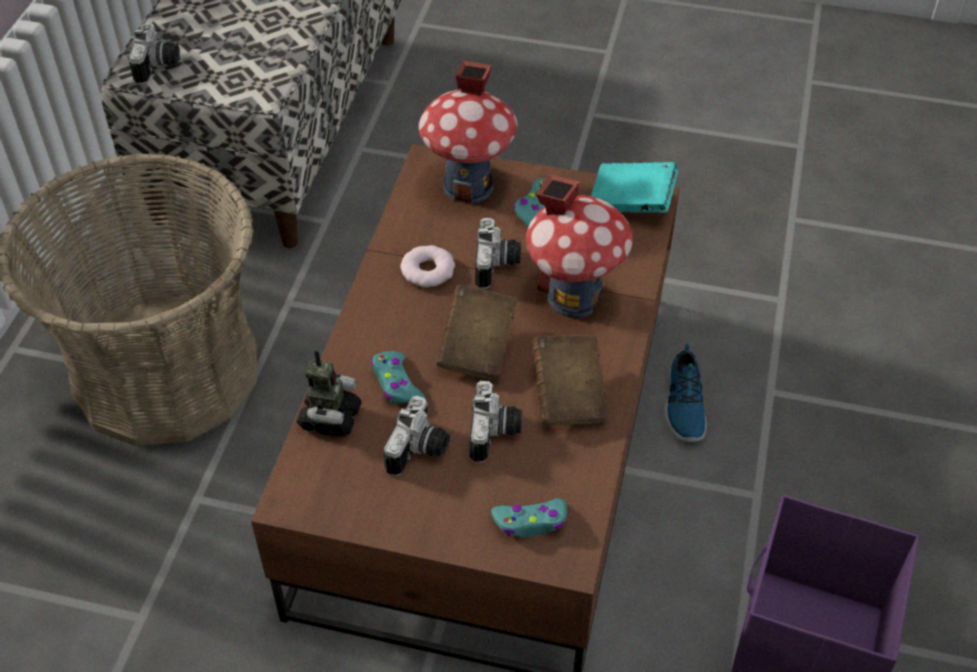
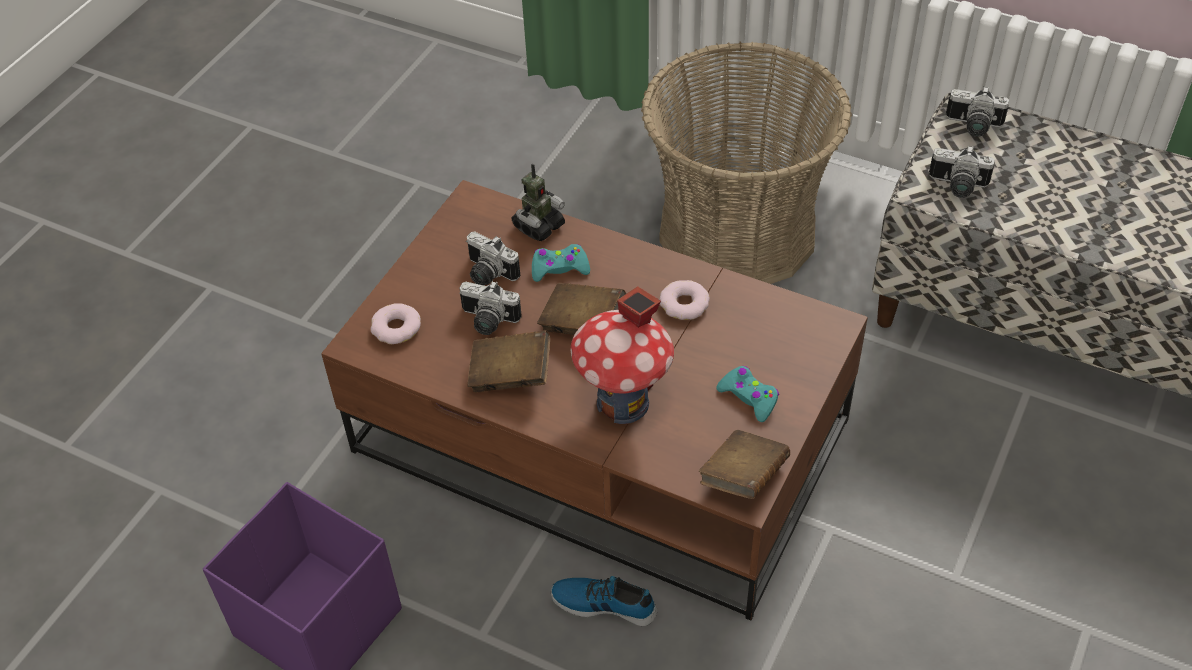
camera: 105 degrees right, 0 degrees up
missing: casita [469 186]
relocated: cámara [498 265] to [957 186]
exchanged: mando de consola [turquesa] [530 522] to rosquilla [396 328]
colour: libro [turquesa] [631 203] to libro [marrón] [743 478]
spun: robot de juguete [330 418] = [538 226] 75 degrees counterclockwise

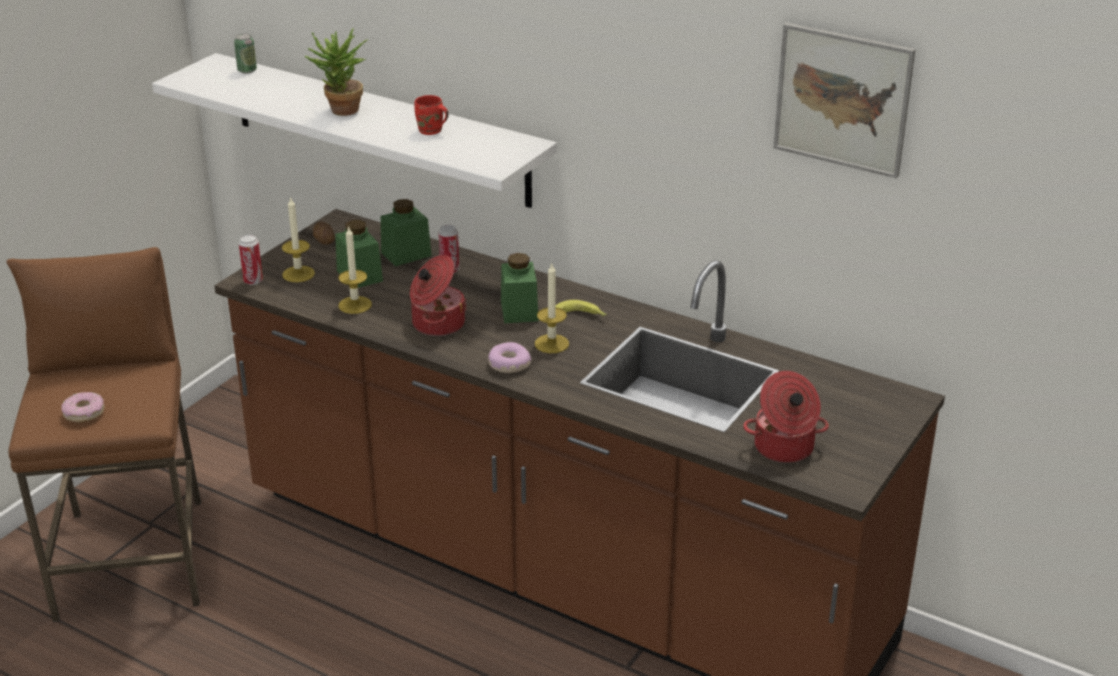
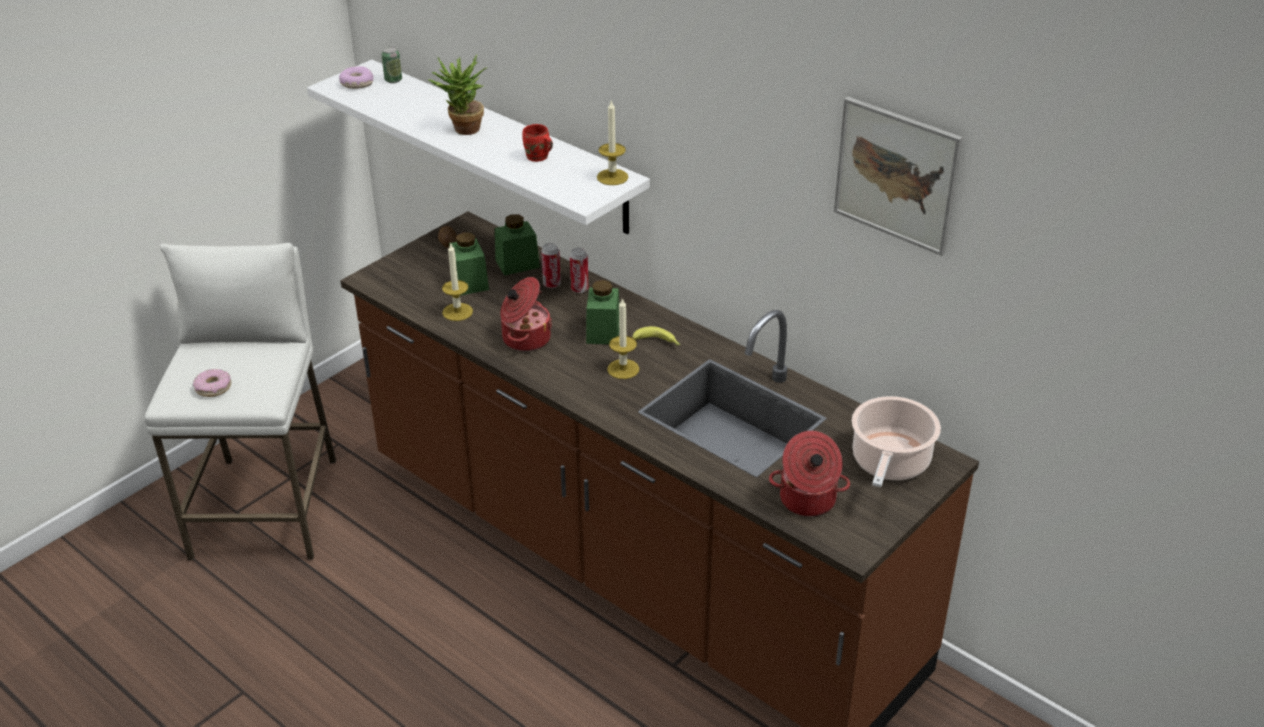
camera: 10 degrees right, 5 degrees up
appeared: olla [889 463]
relocated: lata [253 281] to [579 289]; vela [298 274] to [612 177]; rosquilla [508 364] to [356 83]
colour: taburete [marrón] [132 557] to taburete [blanco] [267 507]

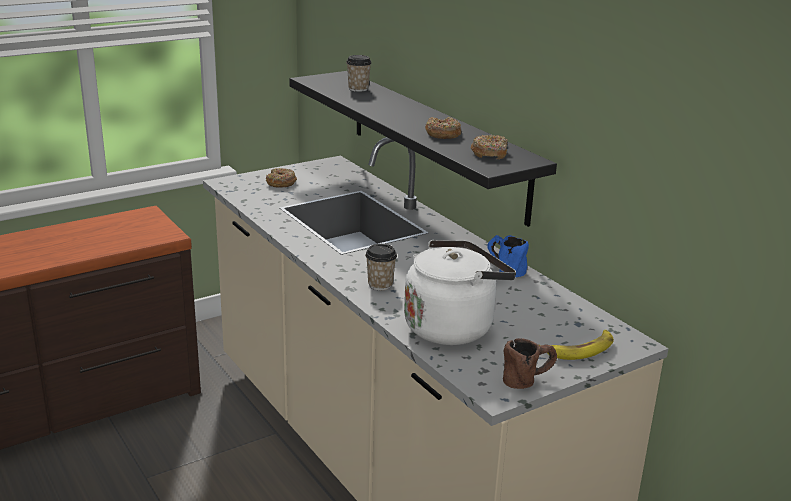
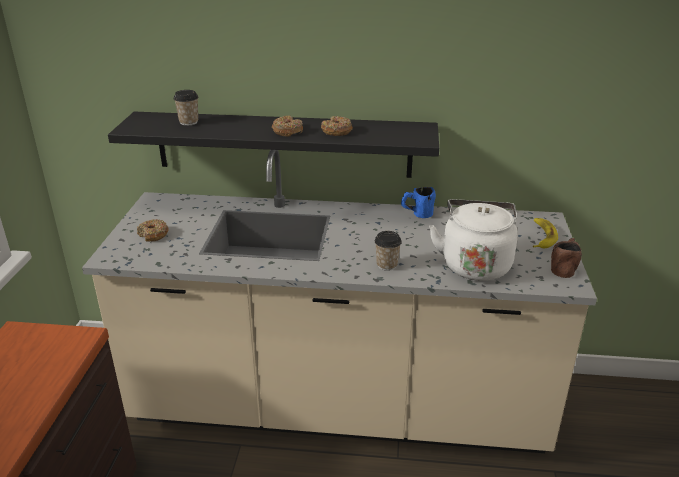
camera: 50 degrees left, 5 degrees up
relocated: rosquilla [489 153] to [287 131]

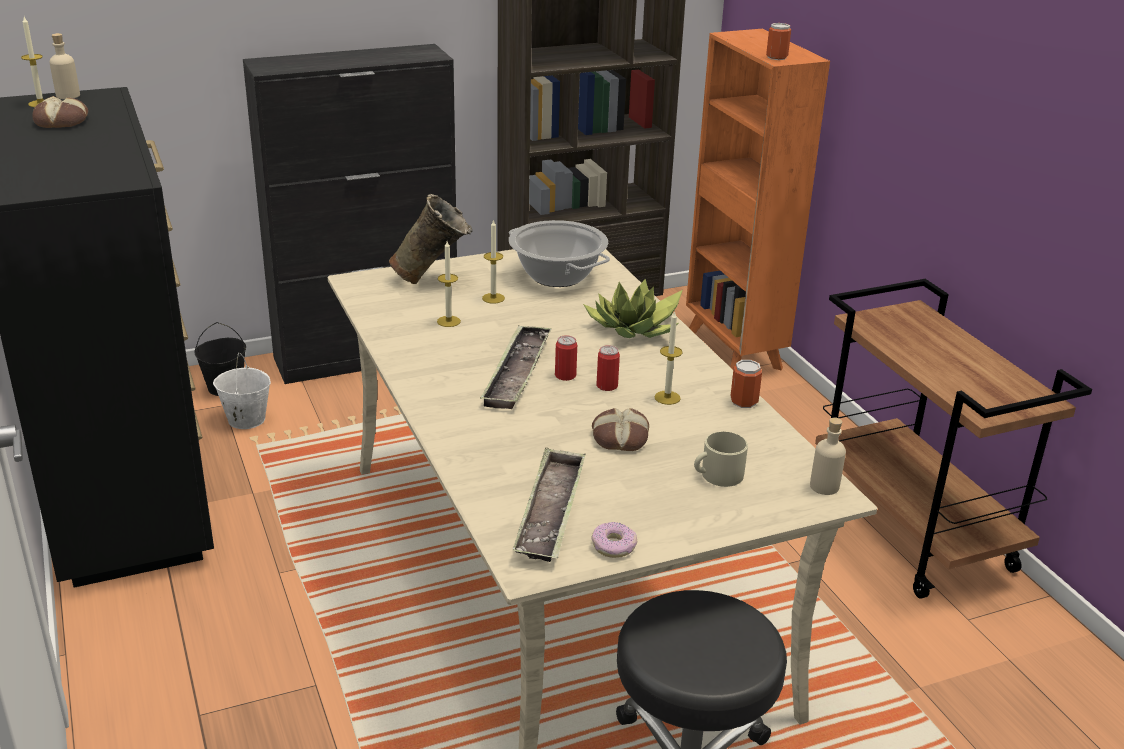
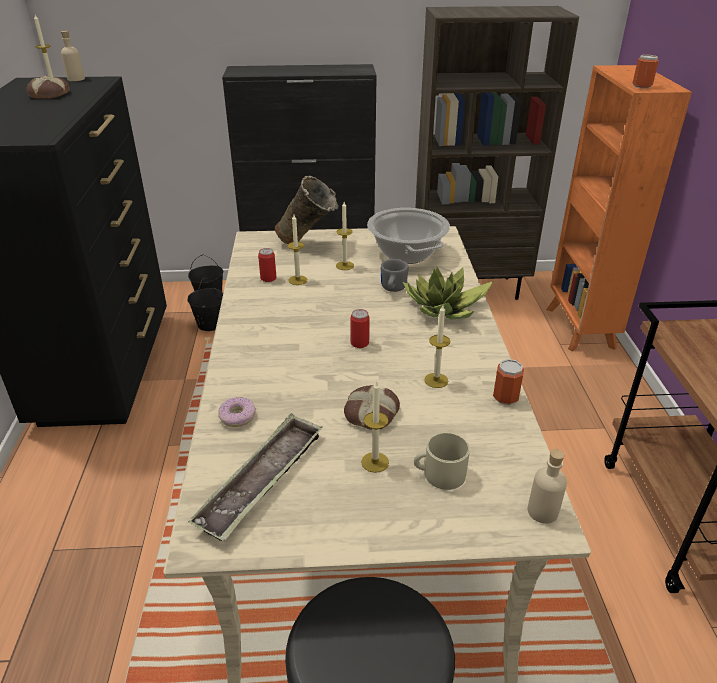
camera: 20 degrees right, 5 degrees up
missing: bandeja [517 373]
appeared: vela [375 462]; taza grande [gris] [392 289]
relocated: rosquilla [614 546] to [238 416]; lata [607 386] to [268 278]
colour: cubo [blanco] [246 420] to cubo [negro] [209 324]

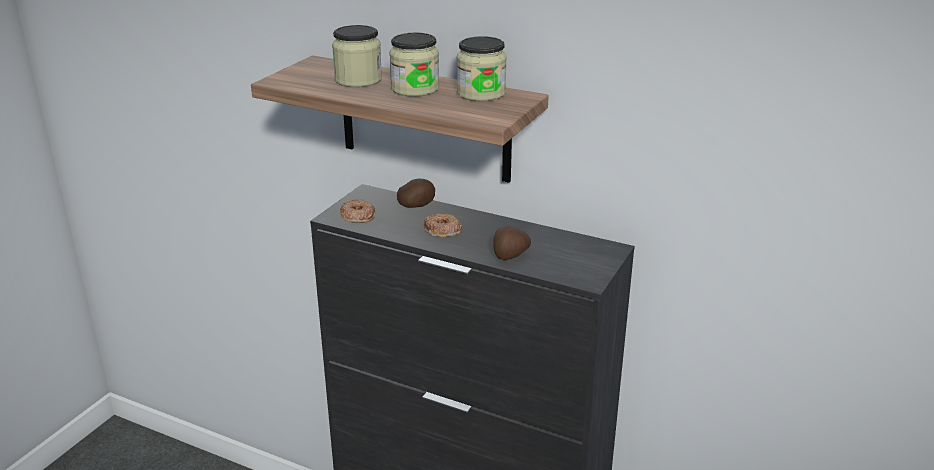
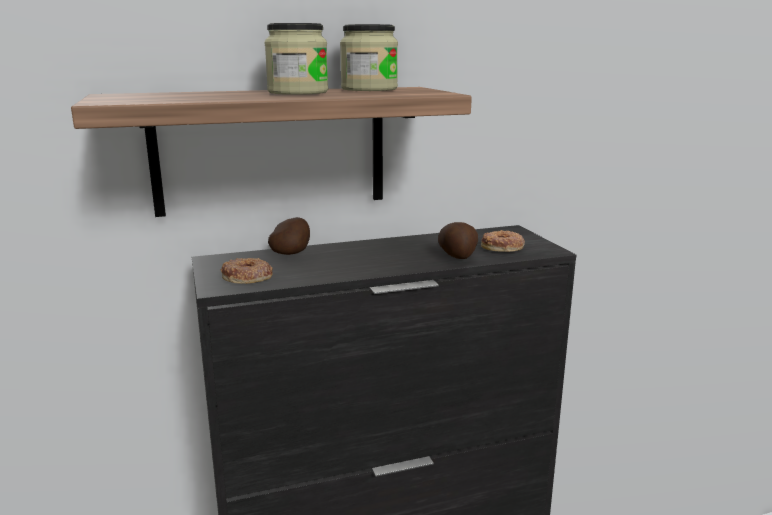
camera: 45 degrees left, 10 degrees down
missing: tarro [358 80]
relocated: rosquilla [442 230] to [503 247]

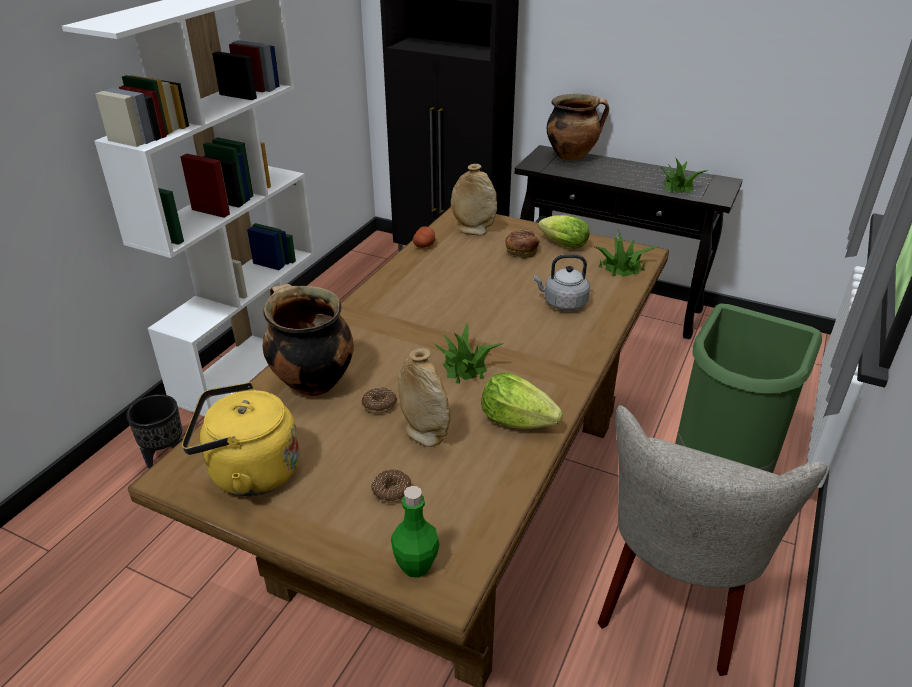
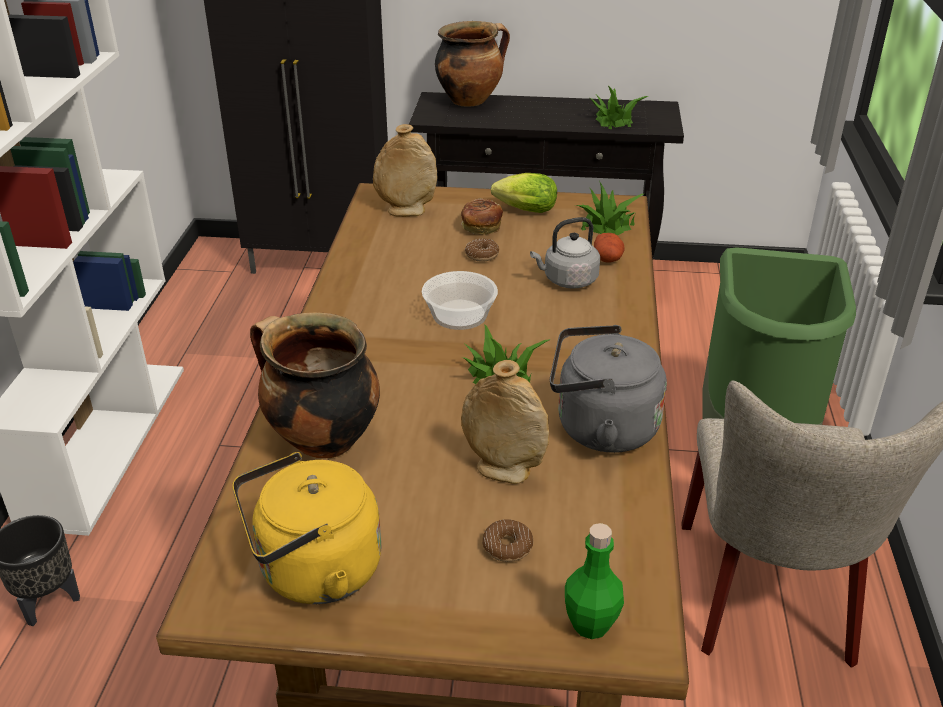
camera: 20 degrees left, 0 degrees up
appeared: cuenco [460 315]
relocated: rosquilla [379 405] to [482 255]; patata [424 245] to [608 259]
exchanged: lechuga [516 420] to hervidor [gris] [600 428]

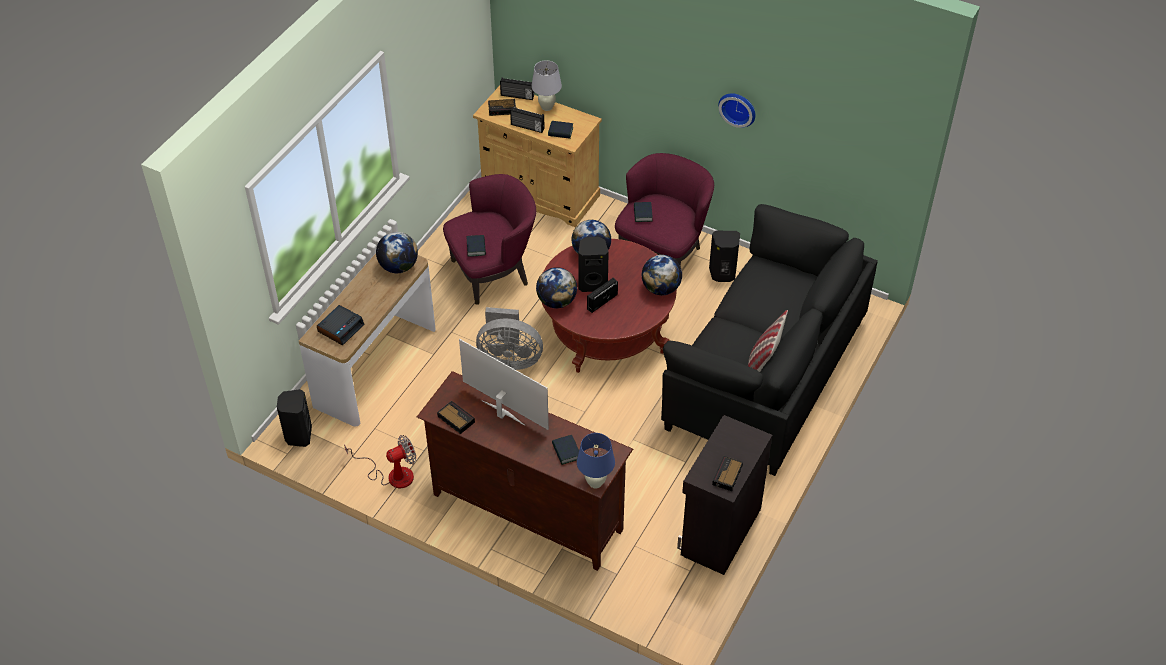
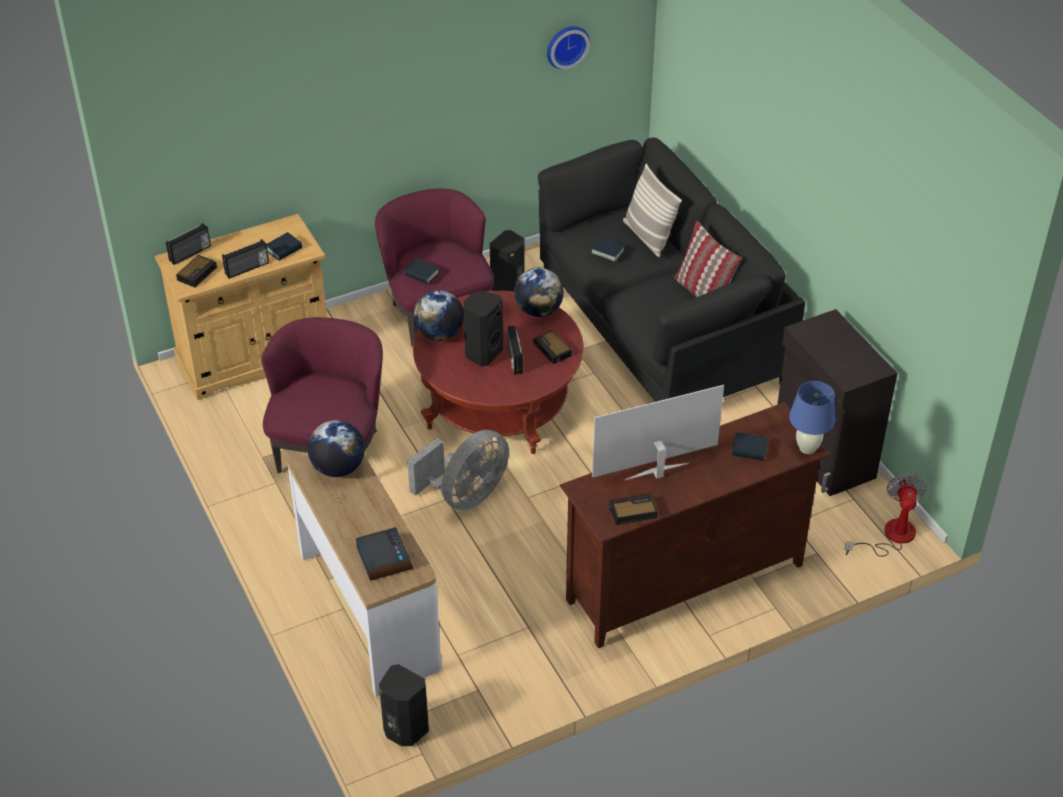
camera: 55 degrees left, 5 degrees down
missing: lámpara de mesa [blanco] [547 107]; globo terráqueo [556 301]
appeared: cojín [648 237]
relocated: ventilador [392 475] to [890 536]; libro [476 247] to [607 252]; despertador [727 476] to [553 350]; reloj de pared [738 108] to [566 45]

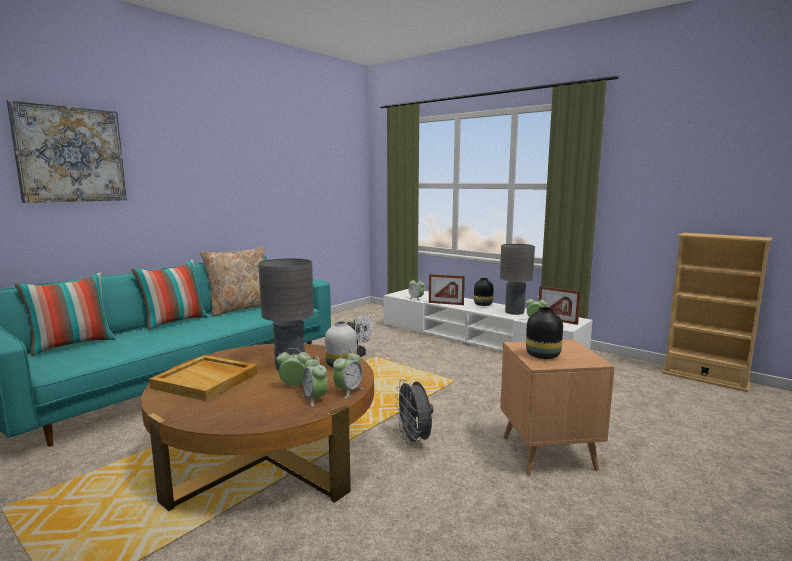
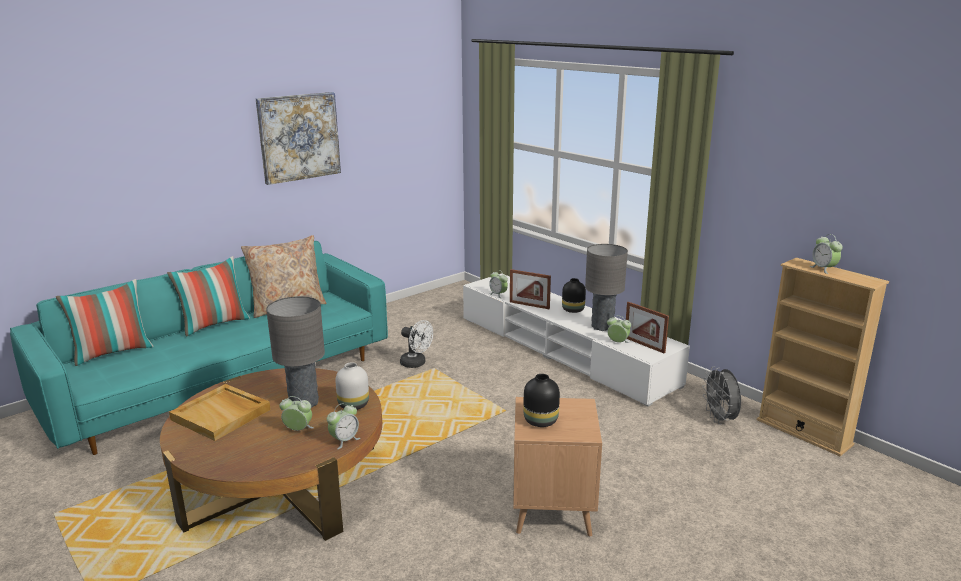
camera: 10 degrees right, 10 degrees up
relocated: cuadro [70 154] to [299 137]; despertador [315 399] to [823 269]; ventilador [gris] [414 440] to [720 419]

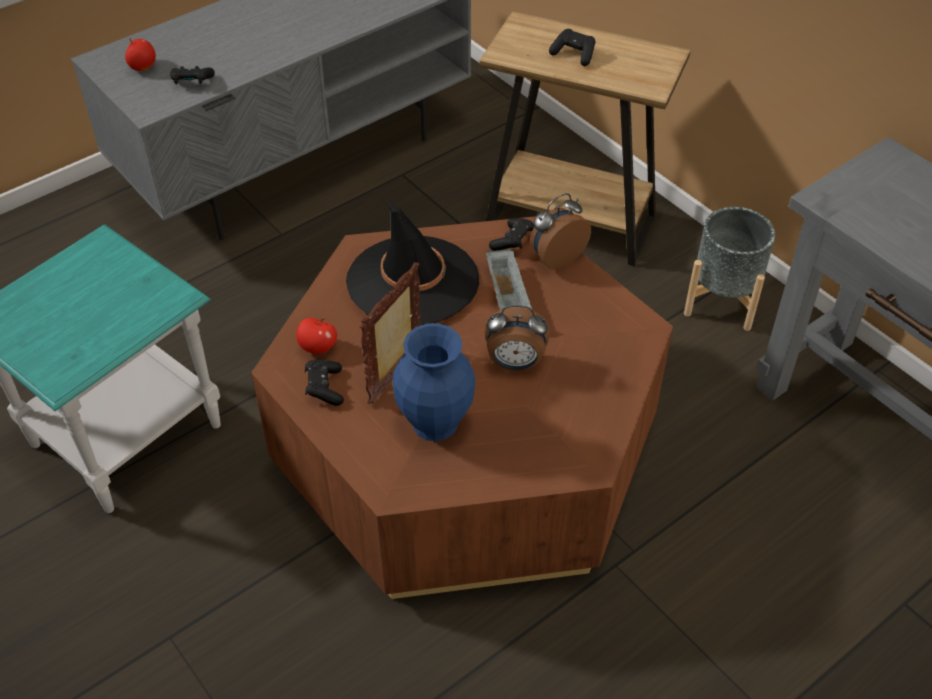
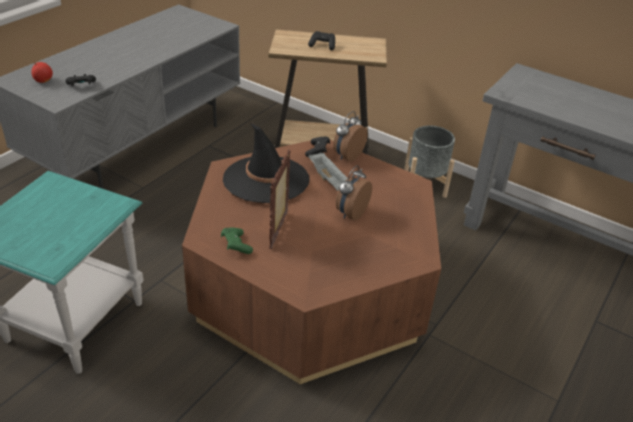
camera: 20 degrees left, 10 degrees down
missing: manzana [318 347]; florero [azul] [434 421]
colour: mando de consola [negro] [324 388] to mando de consola [verde] [236 246]
spun: despertador [515 363] = [350 213] 135 degrees clockwise

